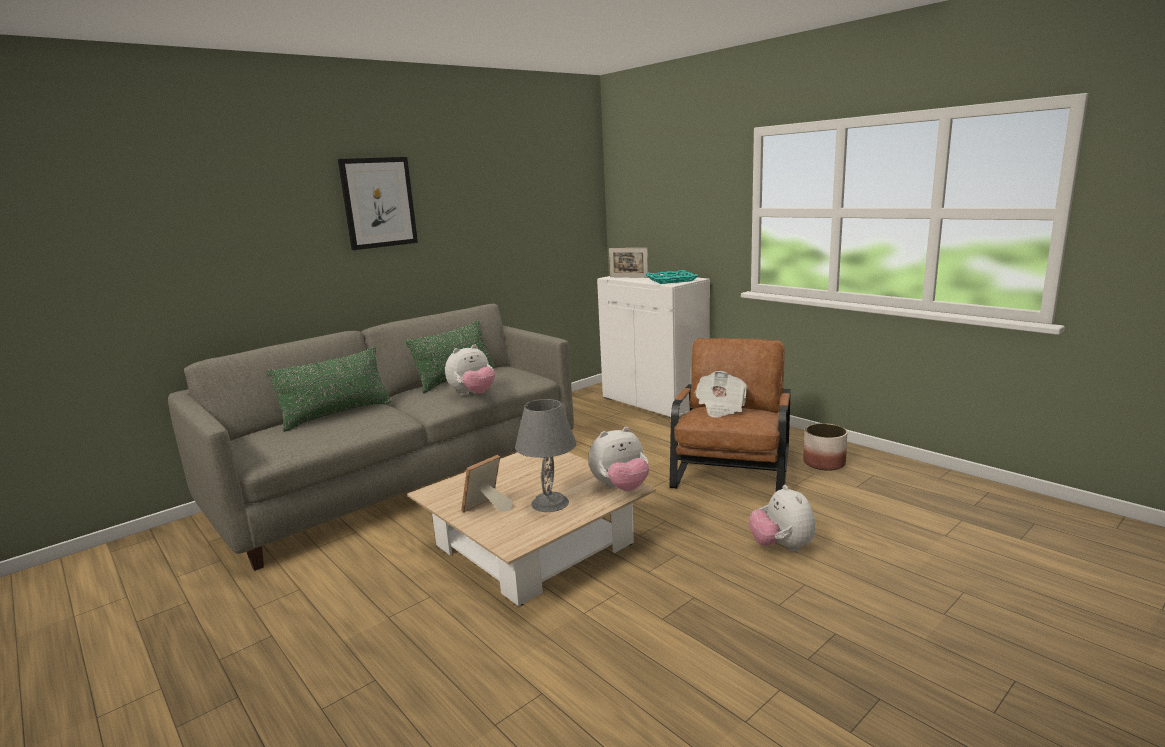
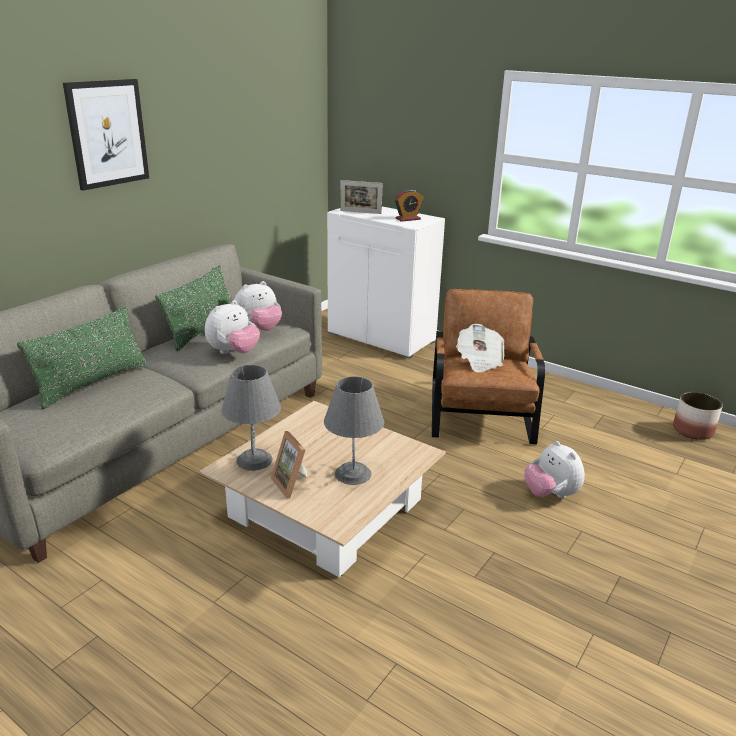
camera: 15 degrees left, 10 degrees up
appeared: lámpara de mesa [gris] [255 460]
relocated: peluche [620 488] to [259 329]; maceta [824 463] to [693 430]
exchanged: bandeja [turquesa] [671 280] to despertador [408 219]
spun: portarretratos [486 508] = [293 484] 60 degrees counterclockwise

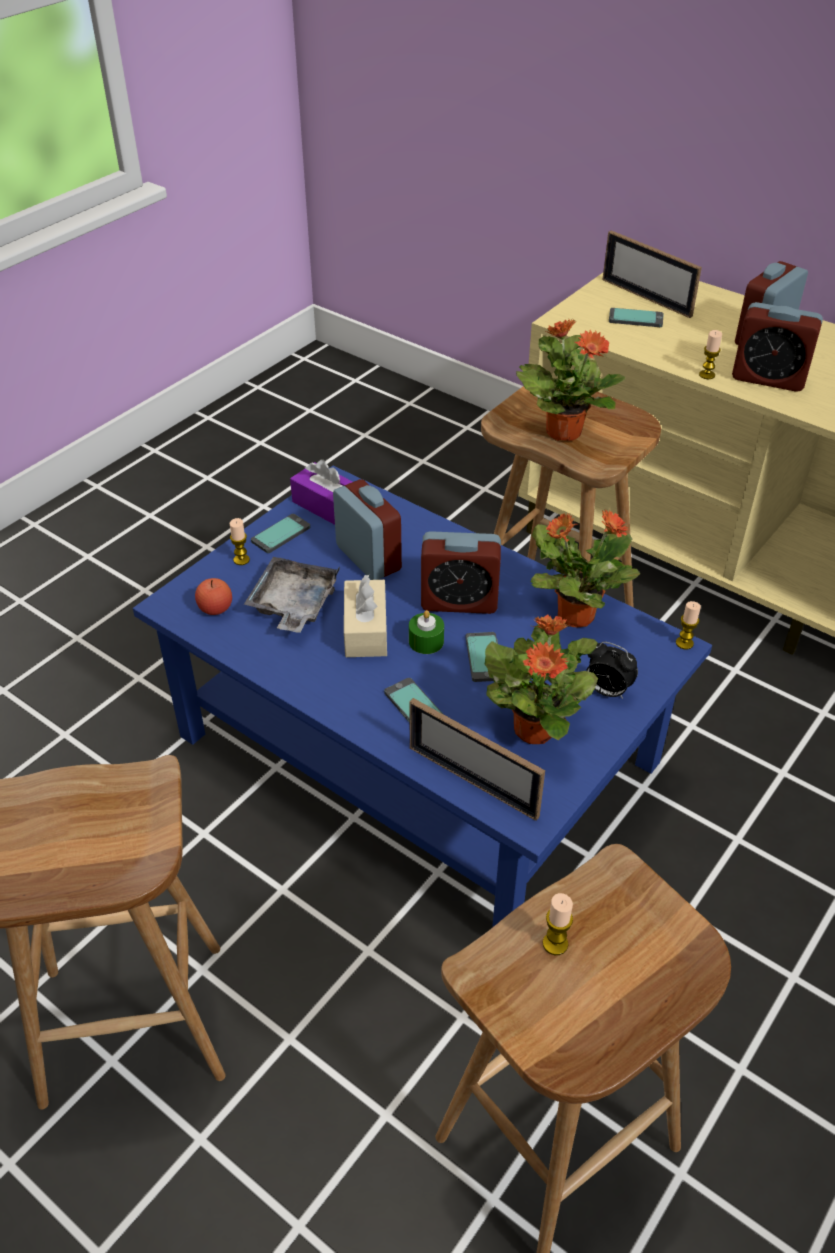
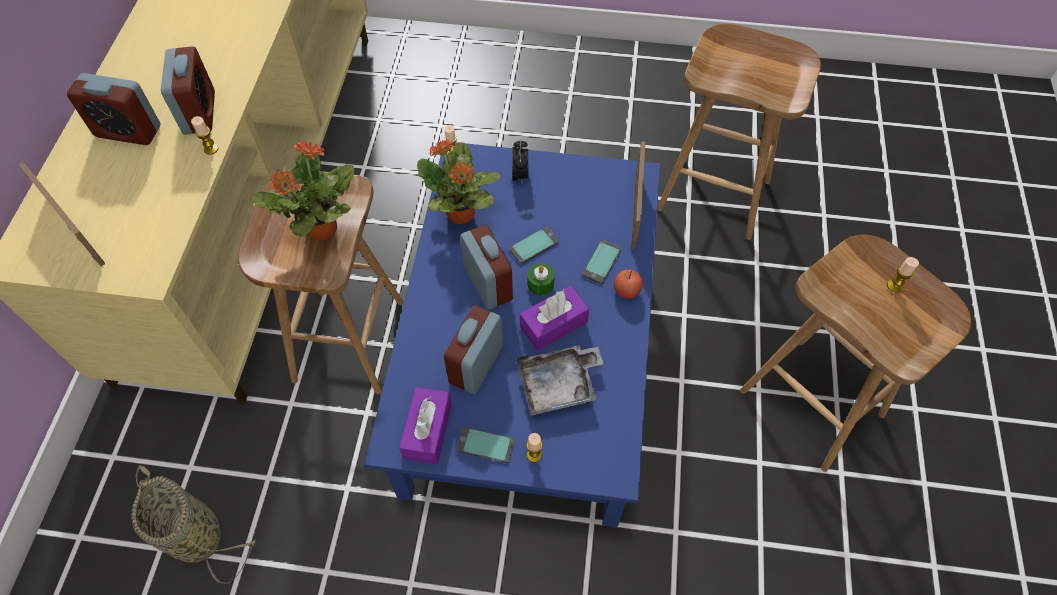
camera: 120 degrees left, 15 degrees up
missing: planta en maceta [535 728]; móvil [635 319]
appeared: cesta [194 532]
relocated: manzana [215 608] to [626 291]; vela [555 944] to [894 286]
colour: caja de pañuelos [beis] [365 630] to caja de pañuelos [morado] [553 324]
spun: portarretratos [646 297] = [74 230] 60 degrees counterclockwise

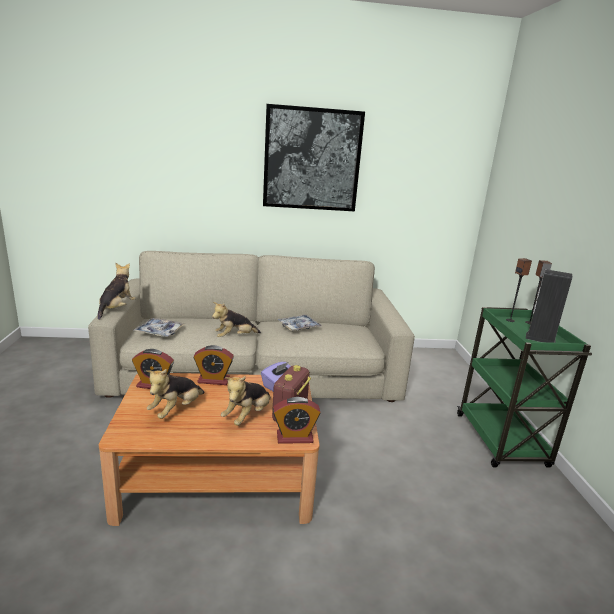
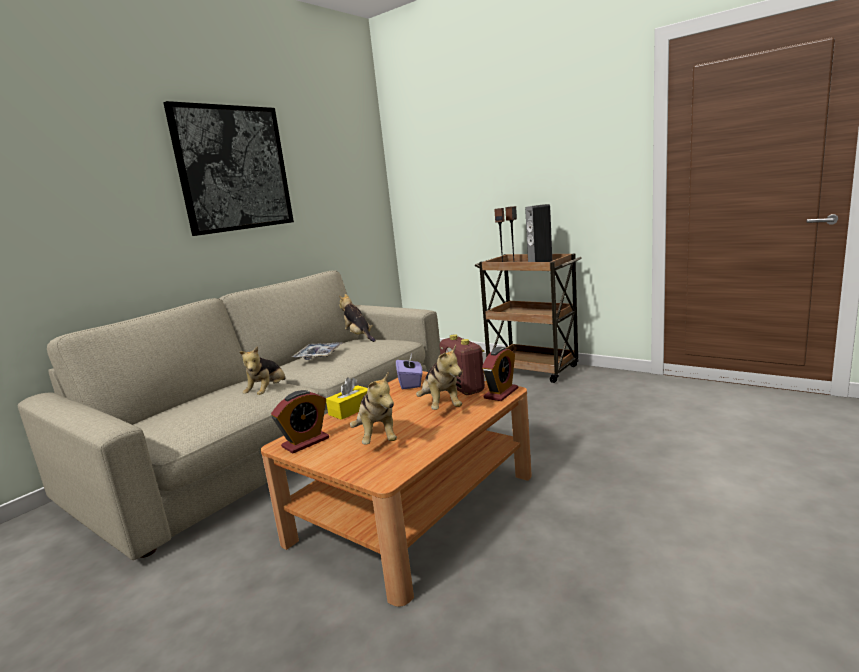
camera: 45 degrees left, 5 degrees down
missing: bandeja [160 332]
relocated: peluche [116 309] to [359 337]
exchanged: despertador [213 380] to caja de pañuelos [amarillo] [351 410]
colour: carrito [verde] [501 441] to carrito [marrón] [532 370]

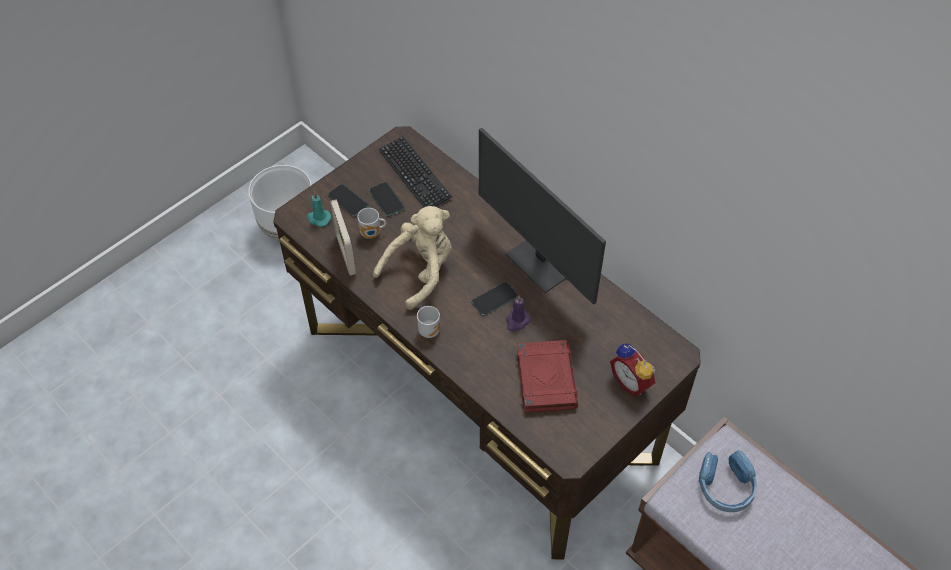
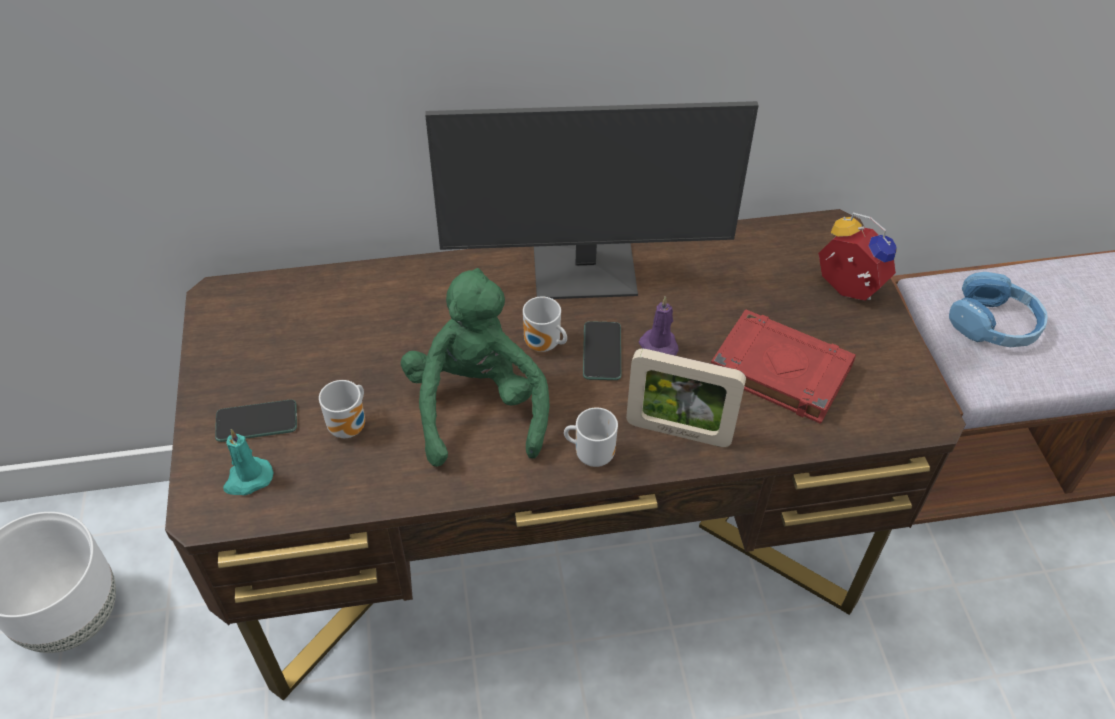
camera: 55 degrees left, 5 degrees down
missing: móvil [387 200]; teclado [414 174]
appeared: taza grande [543 346]
relocated: portarretratos [345 255] to [678 432]
colour: peluche [beis] [420 271] to peluche [verde] [477 406]
spun: despertador [632 381] = [845 290] 135 degrees counterclockwise

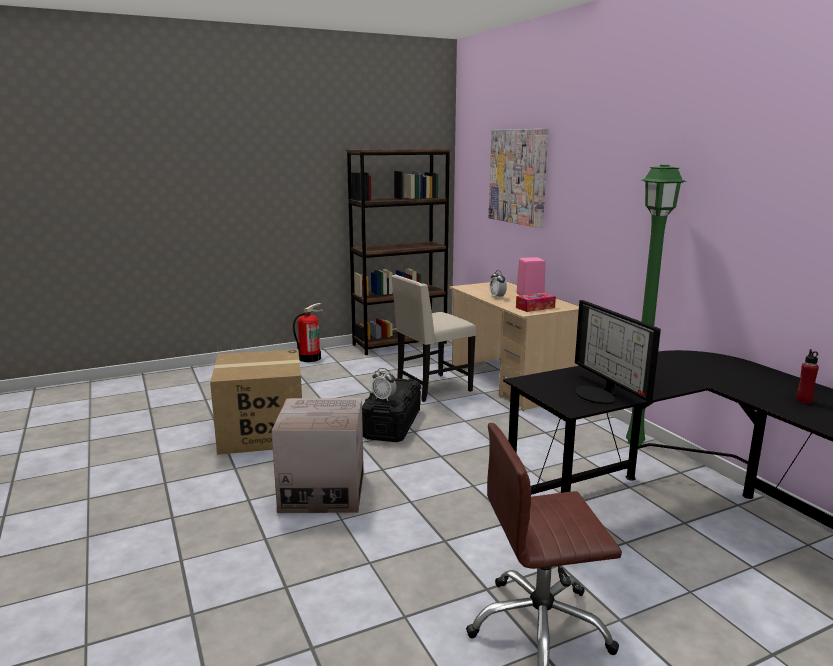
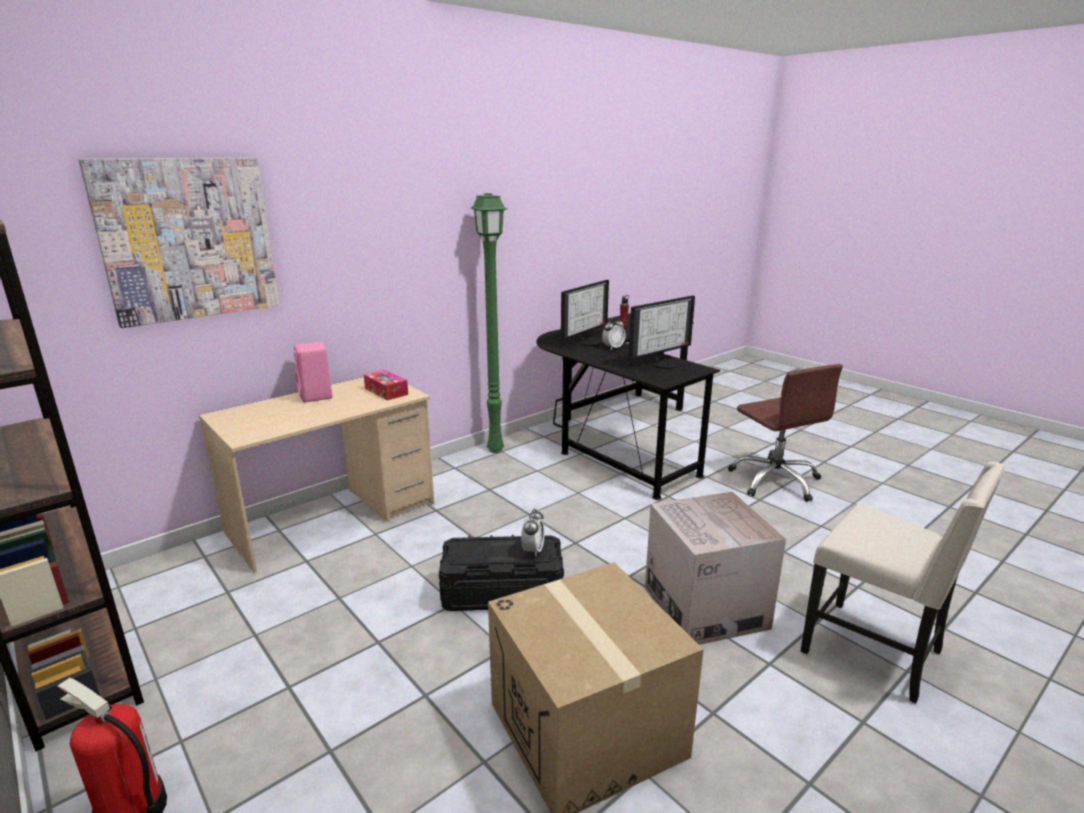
camera: 105 degrees left, 5 degrees up
appeared: monitor [591 341]
relocated: silla [beis] [432 388] to [875 652]; despertador [497 297] to [613 348]

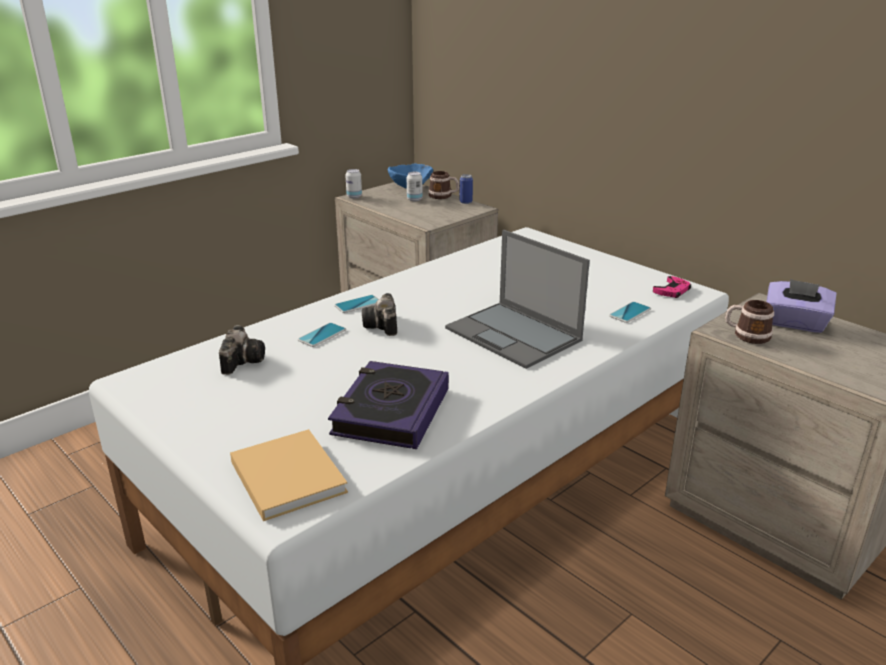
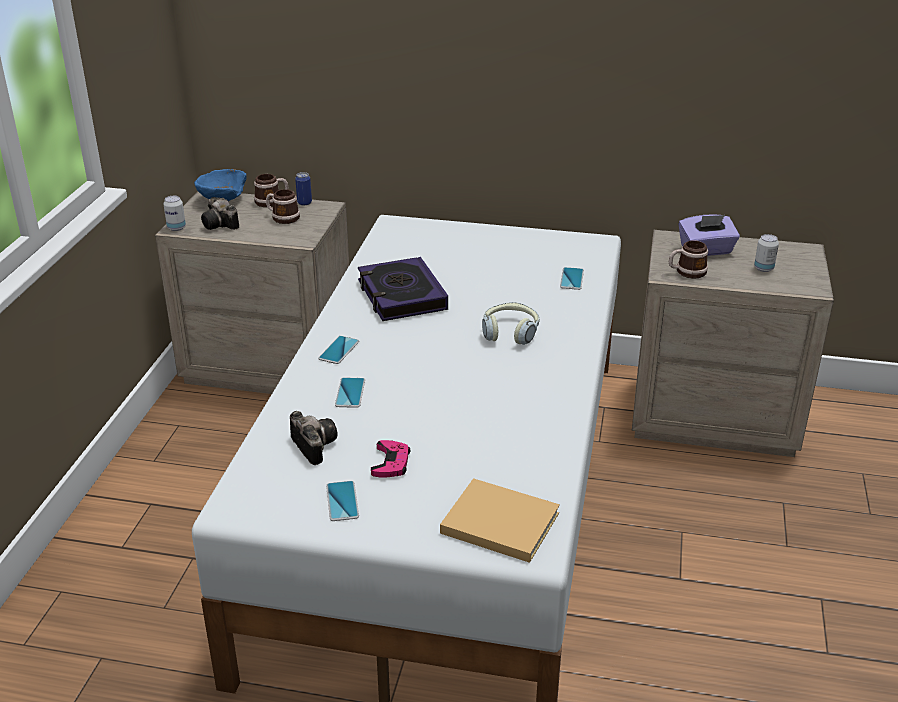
camera: 35 degrees left, 5 degrees up
appeared: taza grande [282 217]; móvil [342 501]
relocated: libro [391 412] to [401 295]; cámara [382 326] to [221 225]; lata [414 199] to [763 268]; mando de consola [rosa] [672 291] to [391 463]
exchanged: portátil [514 335] to auriculares [510 332]

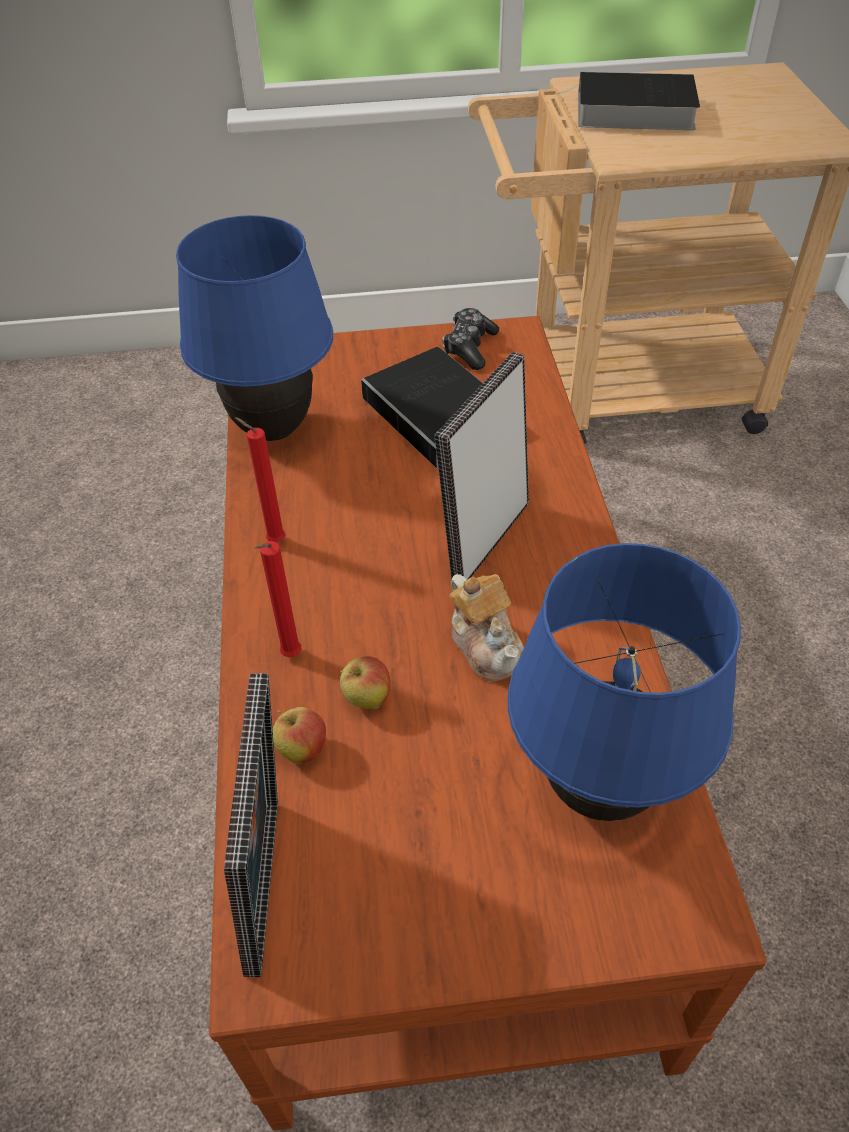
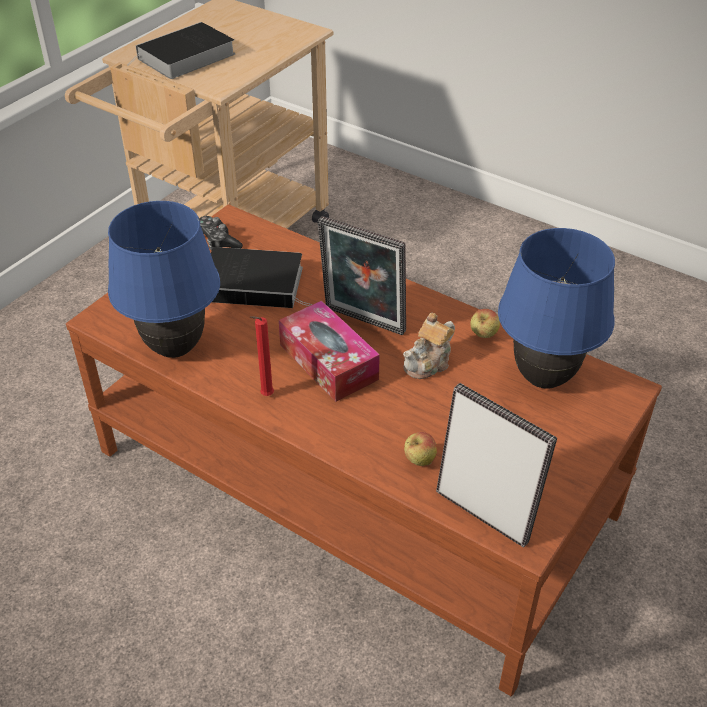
camera: 50 degrees left, 5 degrees down
missing: vela [rojo] [289 656]
appeared: caja de pañuelos [328 362]
relocated: manzana [367 698] to [483 335]
spun: portarretratos [483 539] = [362 323] 45 degrees counterclockwise; tetera [486 645] = [428 363] 120 degrees clockwise

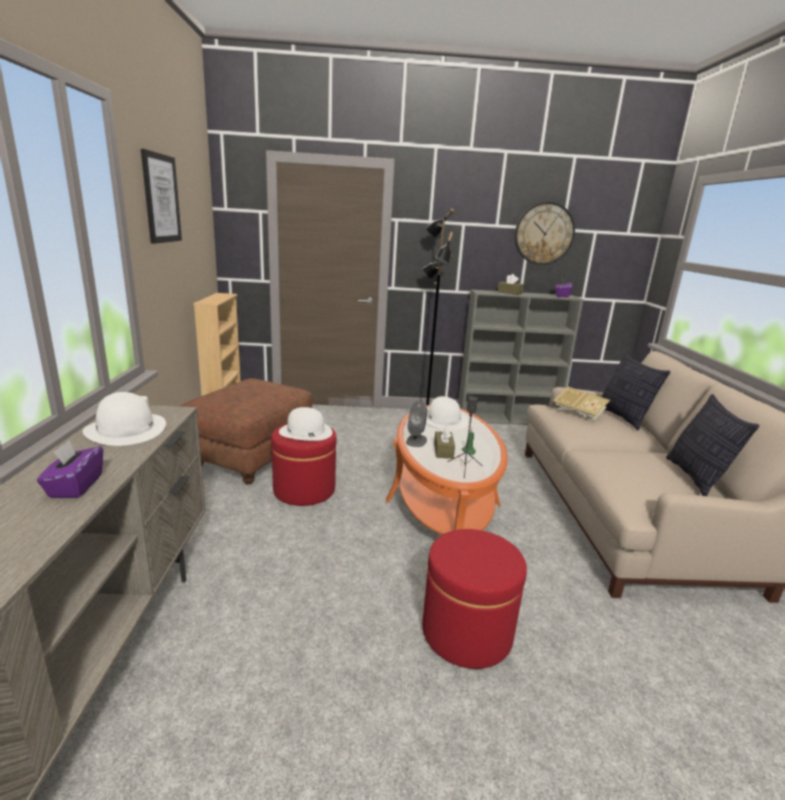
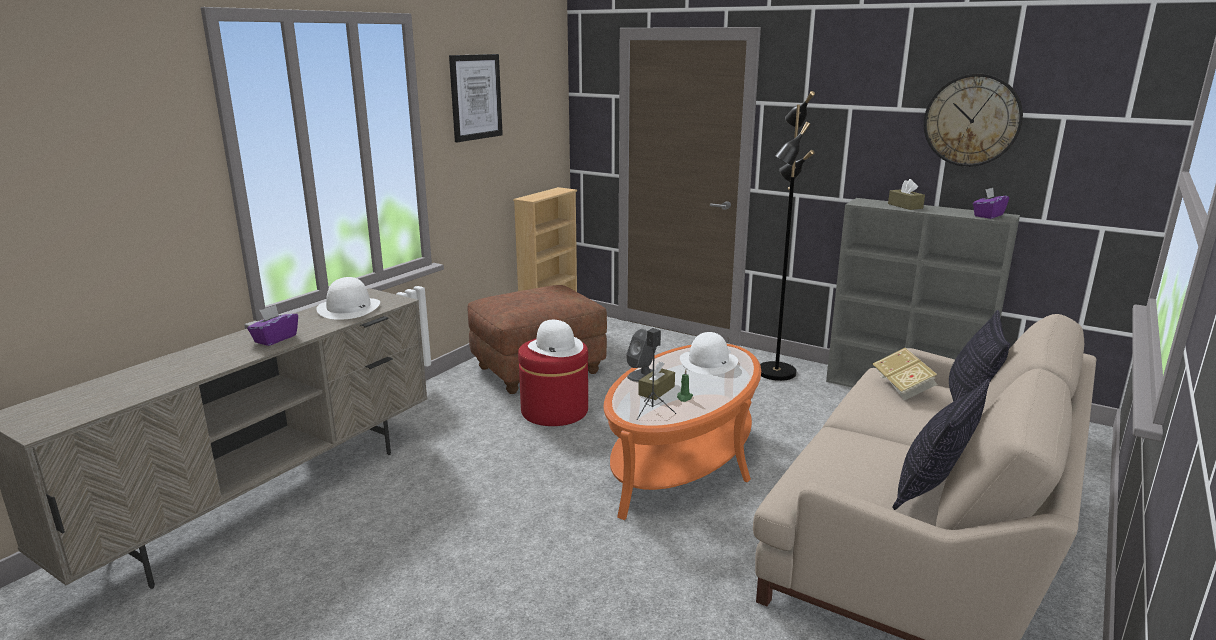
camera: 35 degrees right, 0 degrees up
missing: puf [rojo] [466 632]

